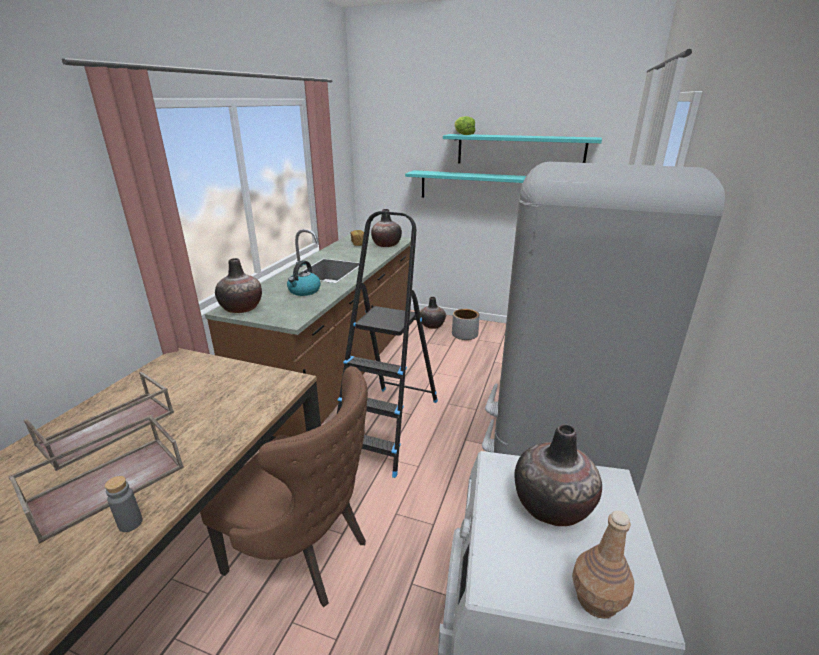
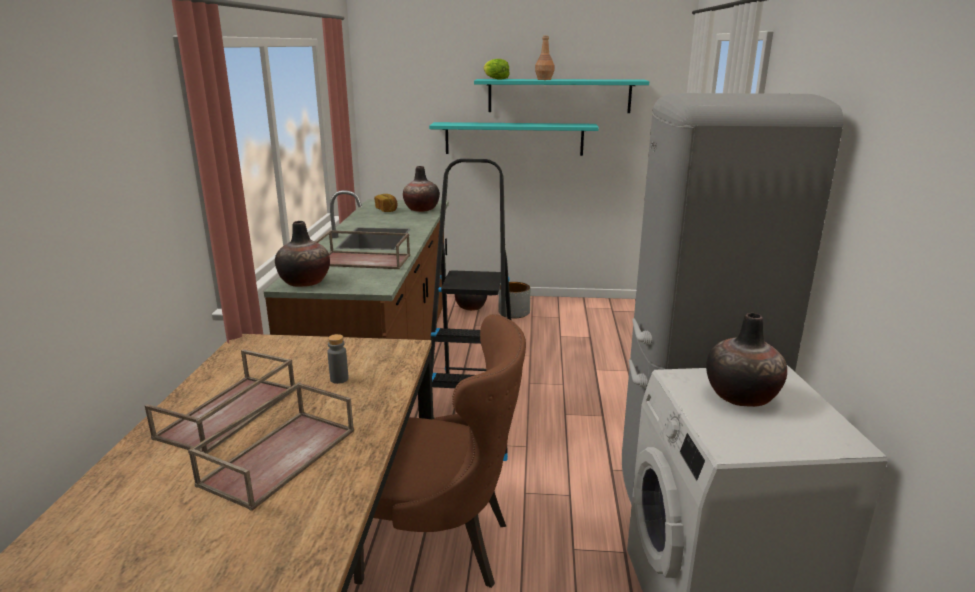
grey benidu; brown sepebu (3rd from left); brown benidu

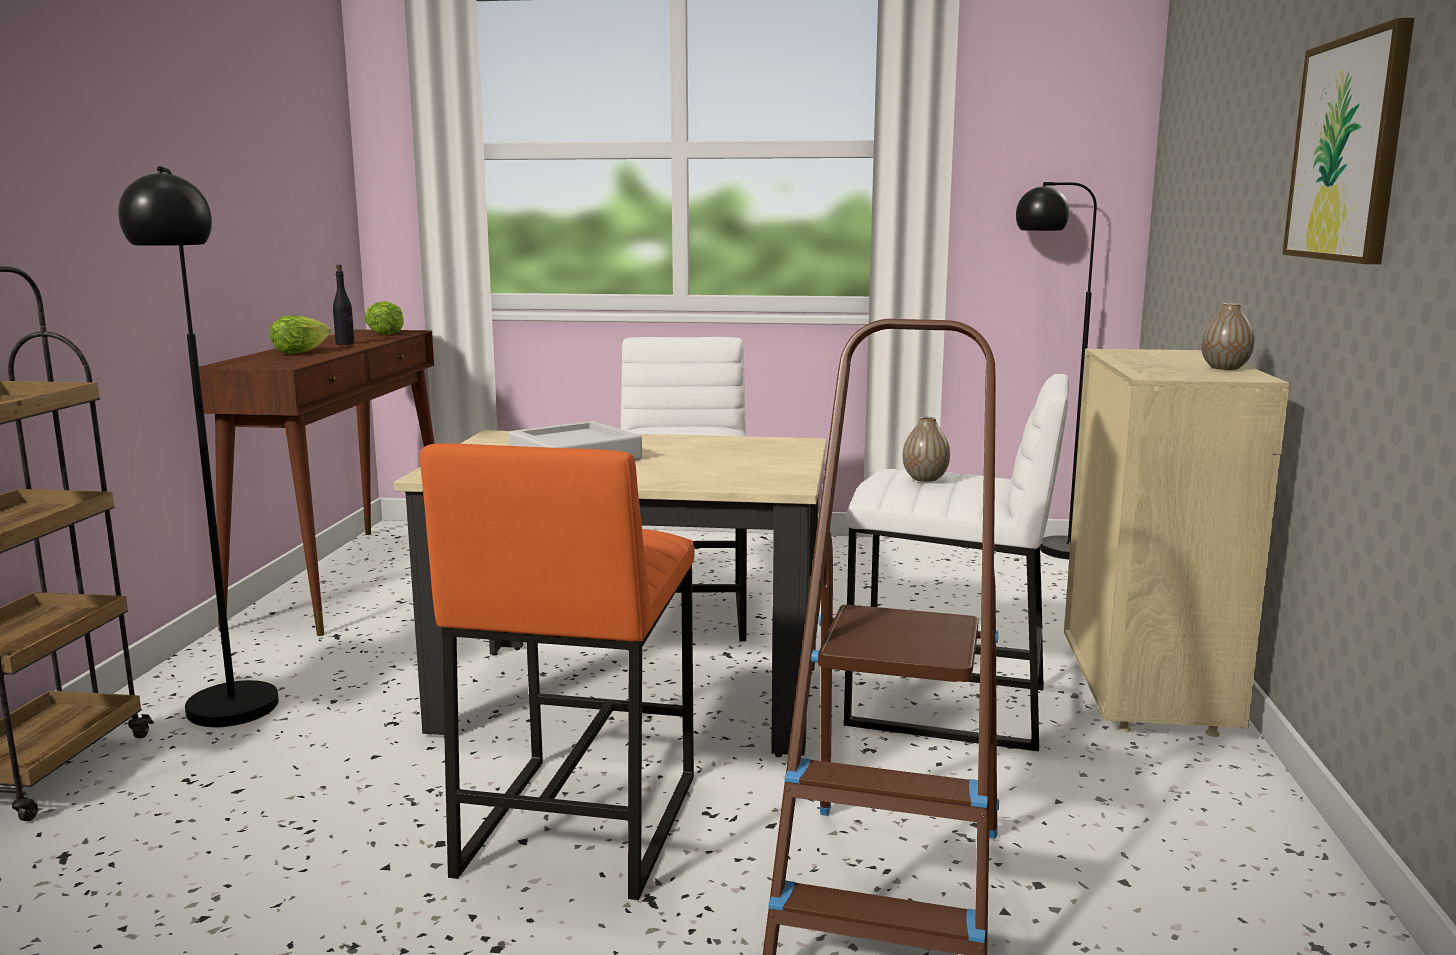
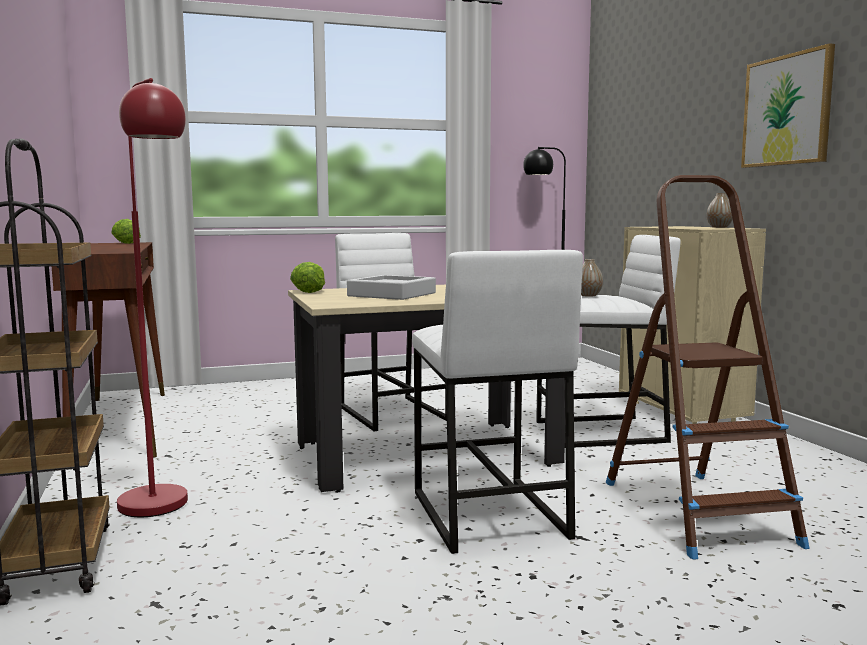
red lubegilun; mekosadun (2nd from left); black benidu; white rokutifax (2nd from left)

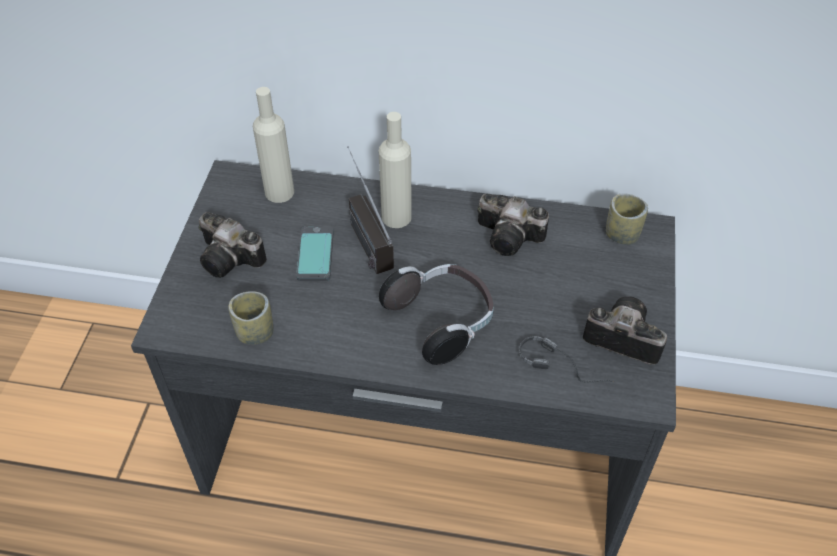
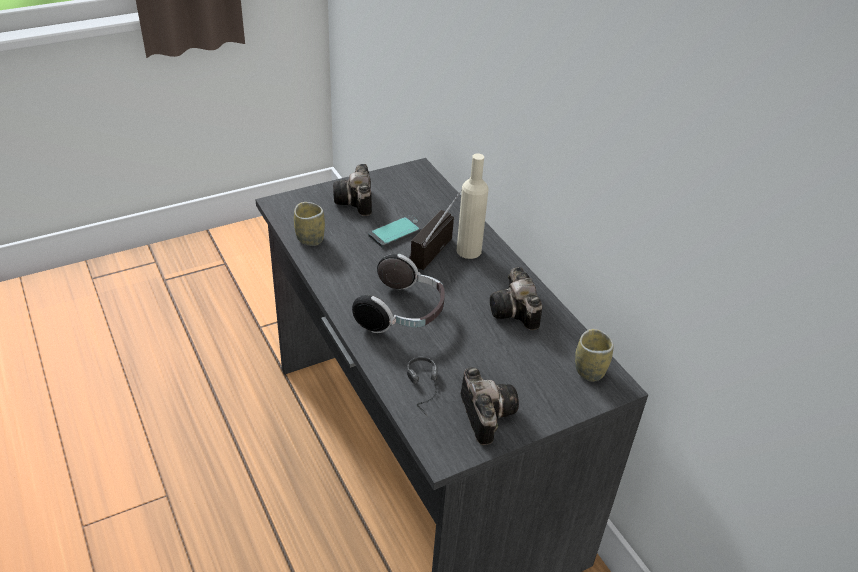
beige benidu (1st from left in the first image)

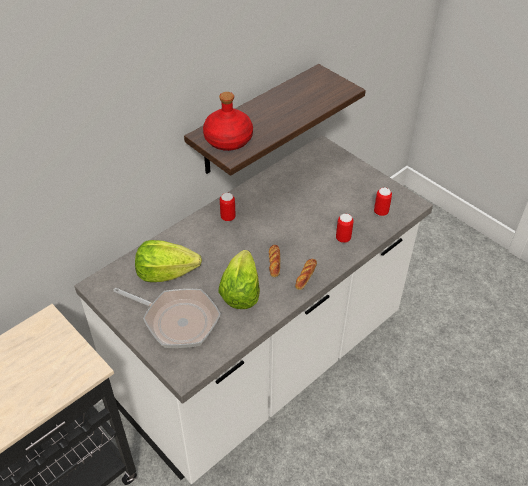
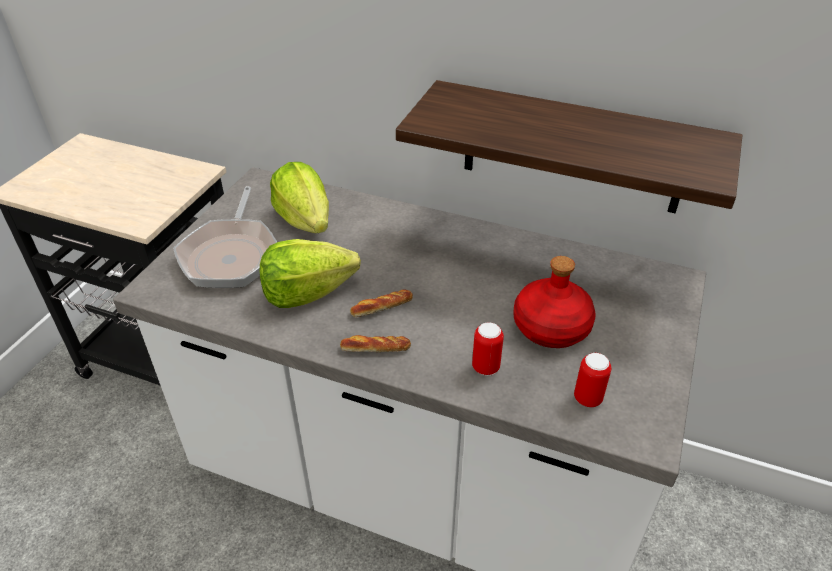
red benidu; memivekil (1st from left in the first image)

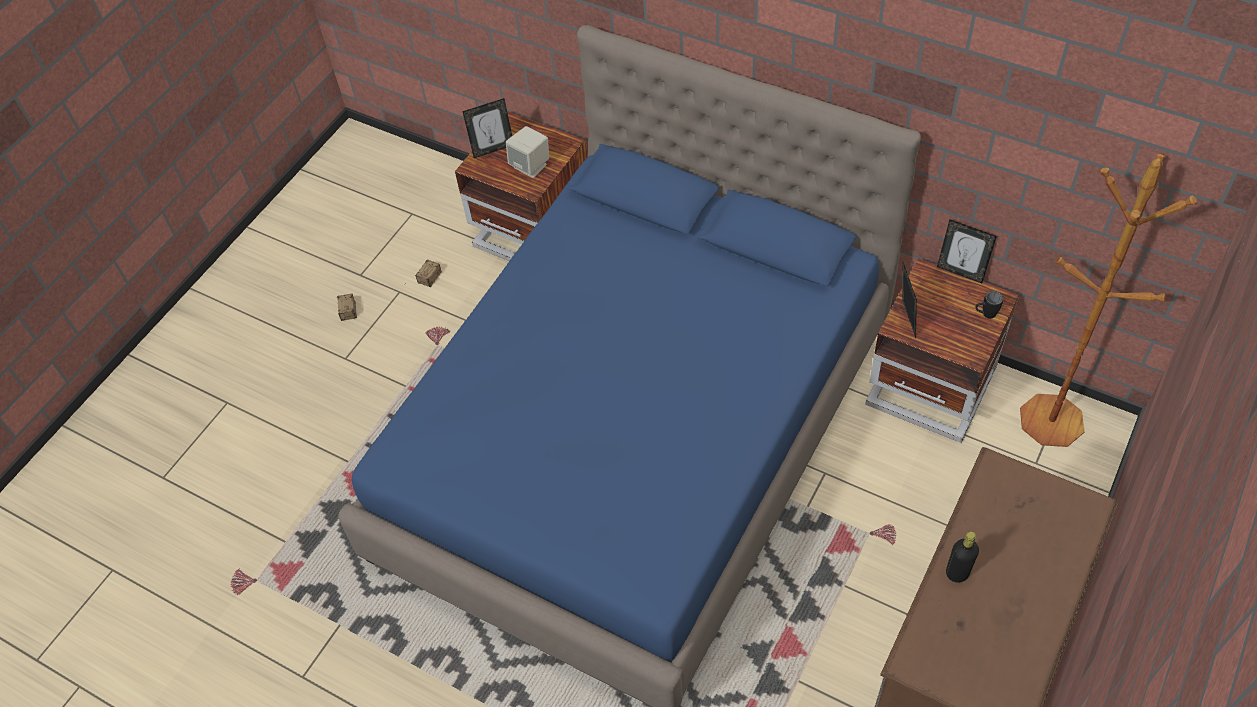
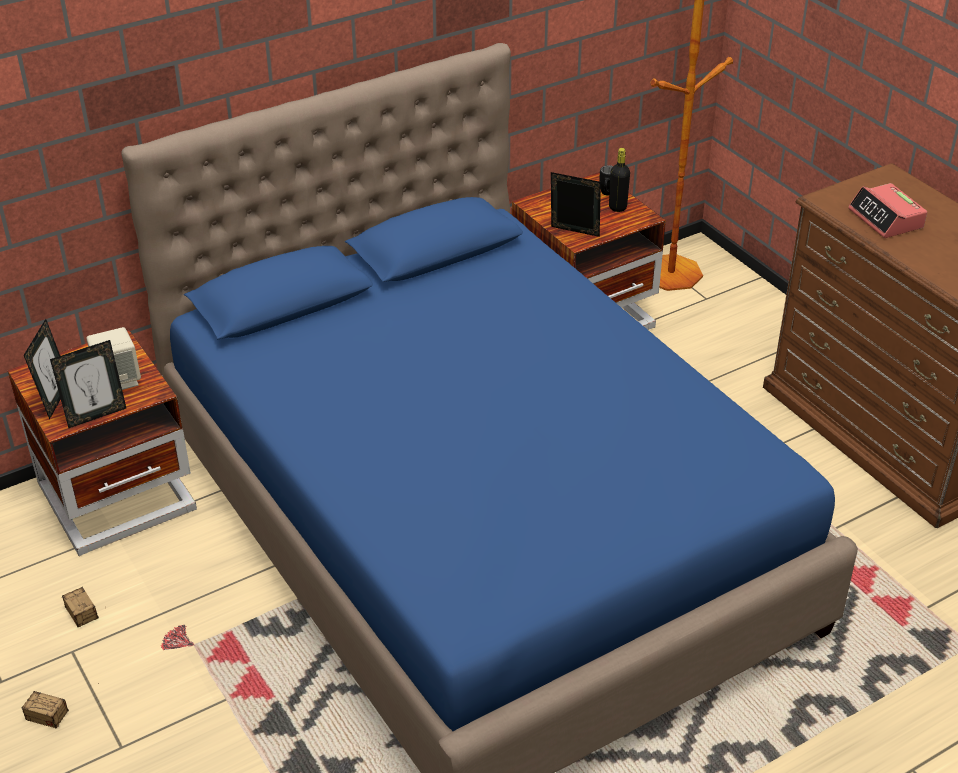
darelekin (2nd from left); black benidu; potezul

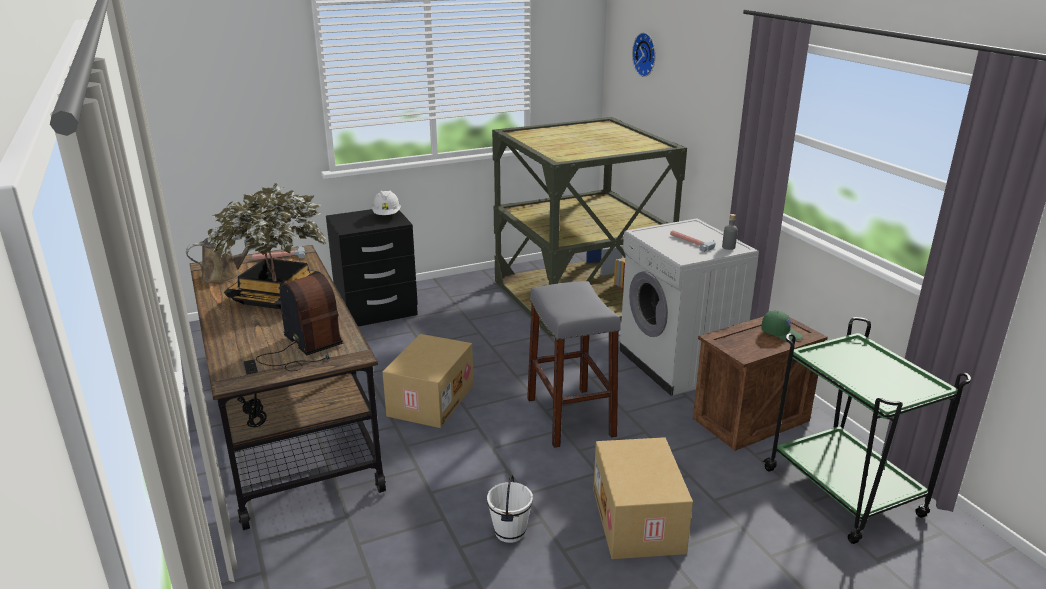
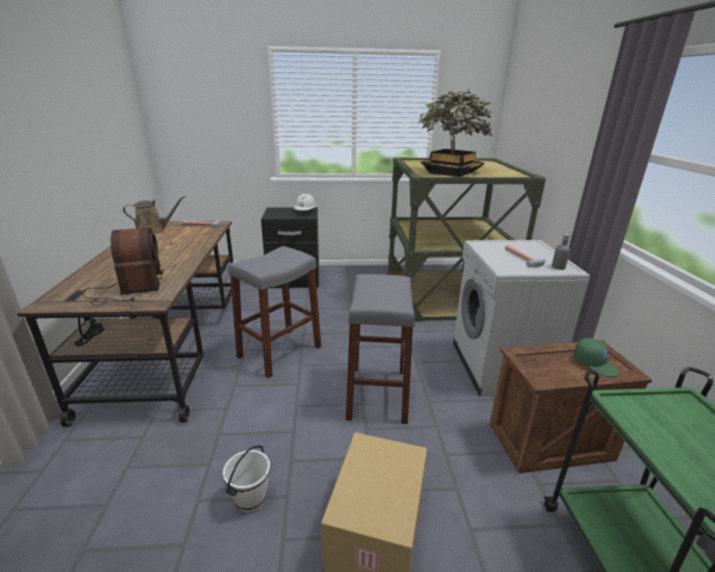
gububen; grey rokutifax (1st from left); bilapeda

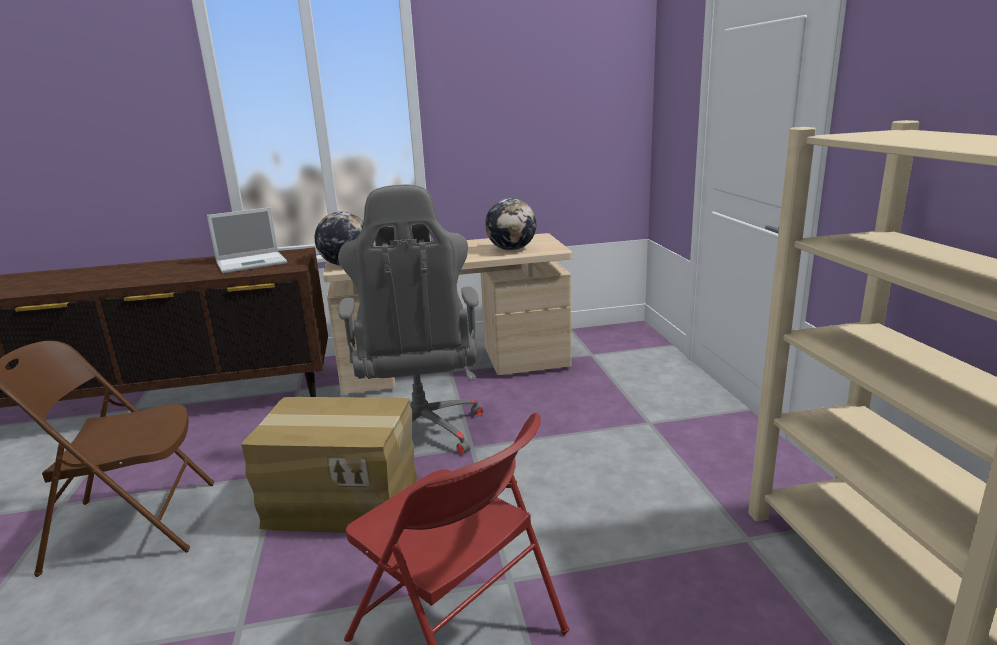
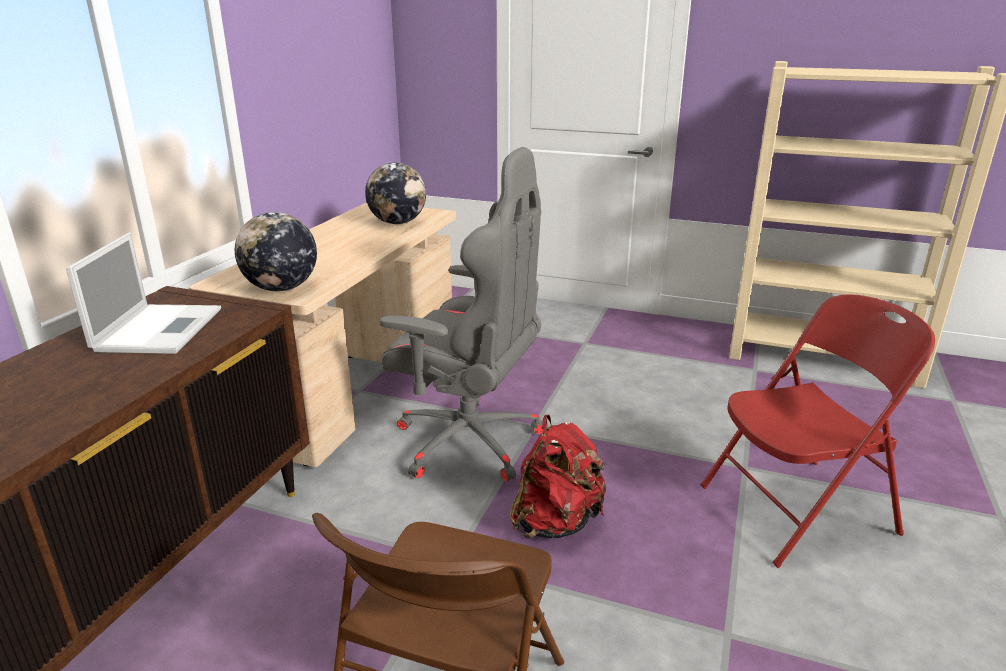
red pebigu

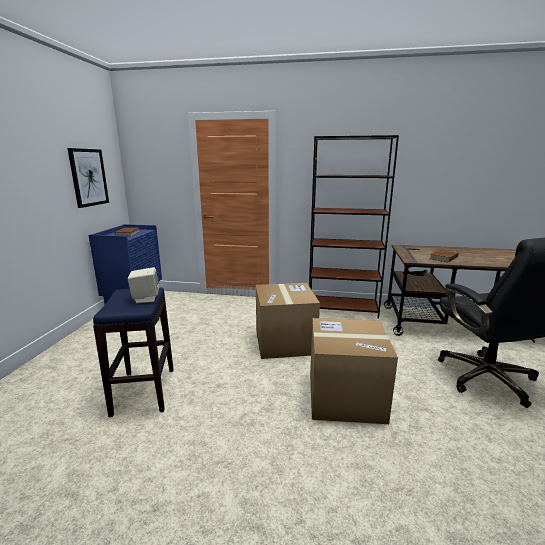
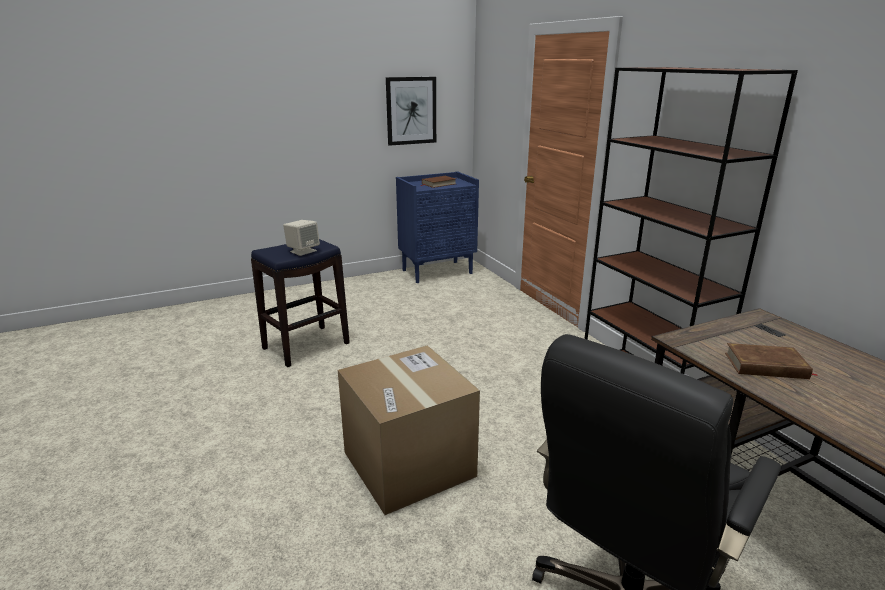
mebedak (1st from left in the first image)

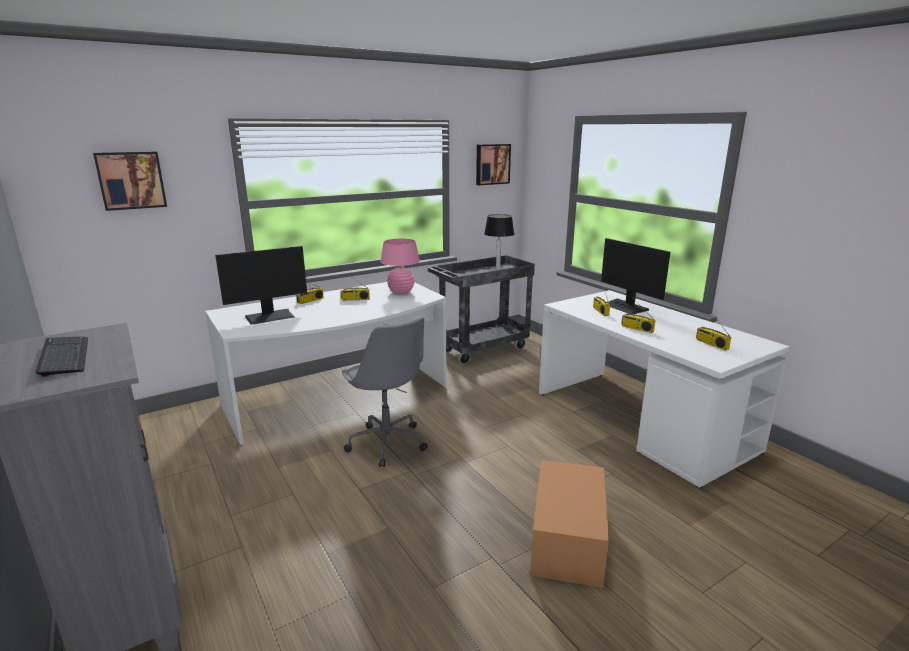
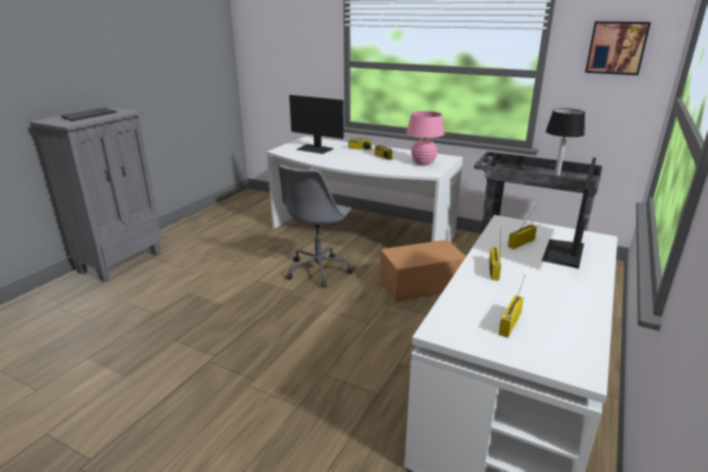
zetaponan (1st from left in the first image); mebedak

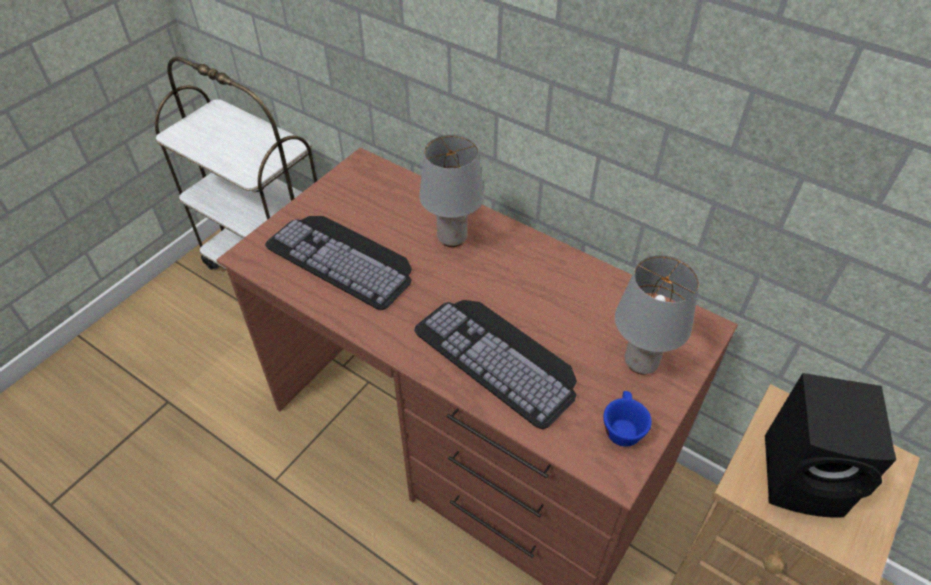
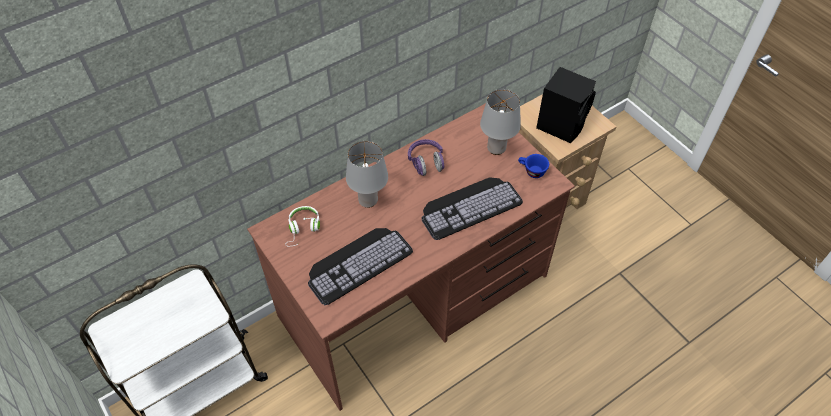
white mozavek; purple mozavek

